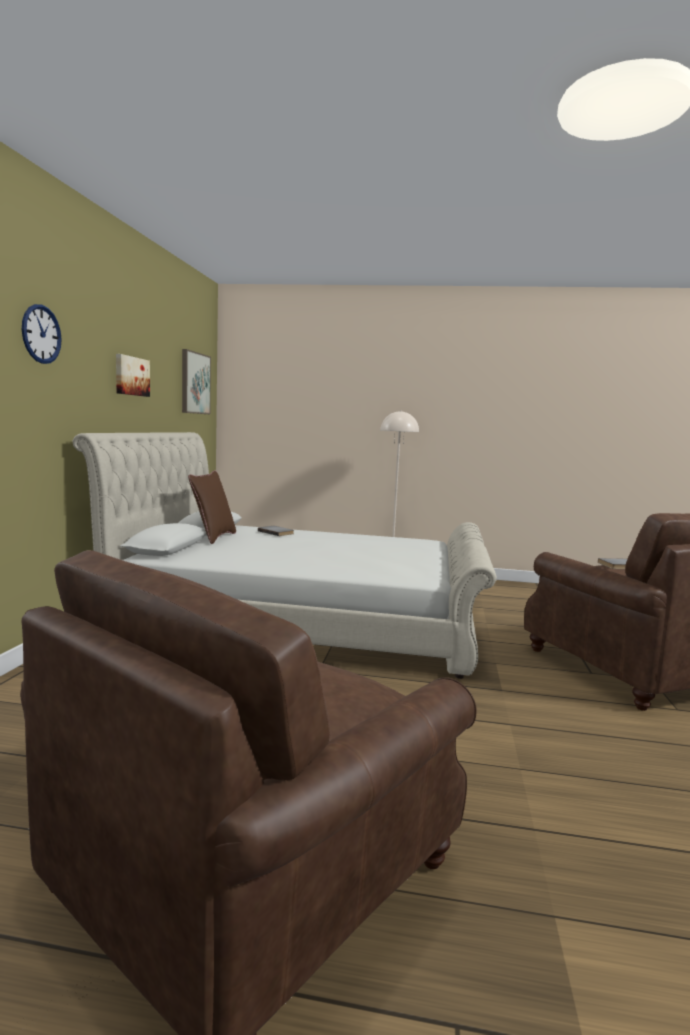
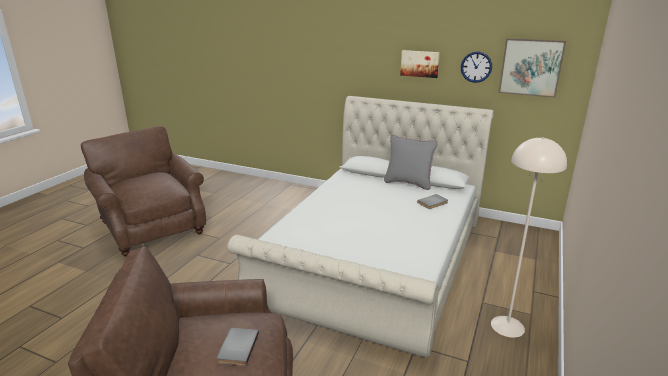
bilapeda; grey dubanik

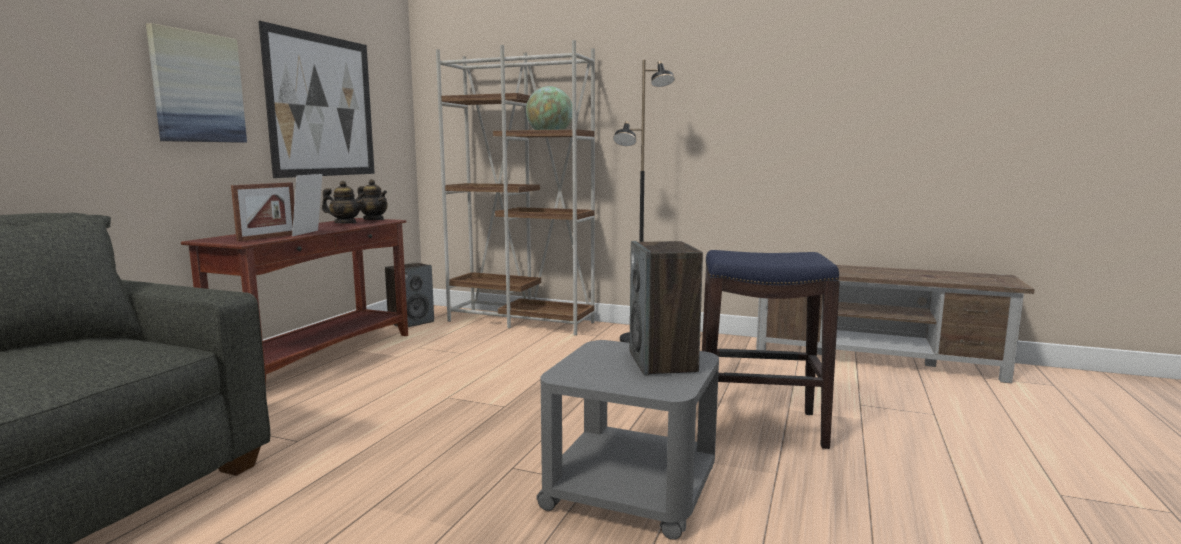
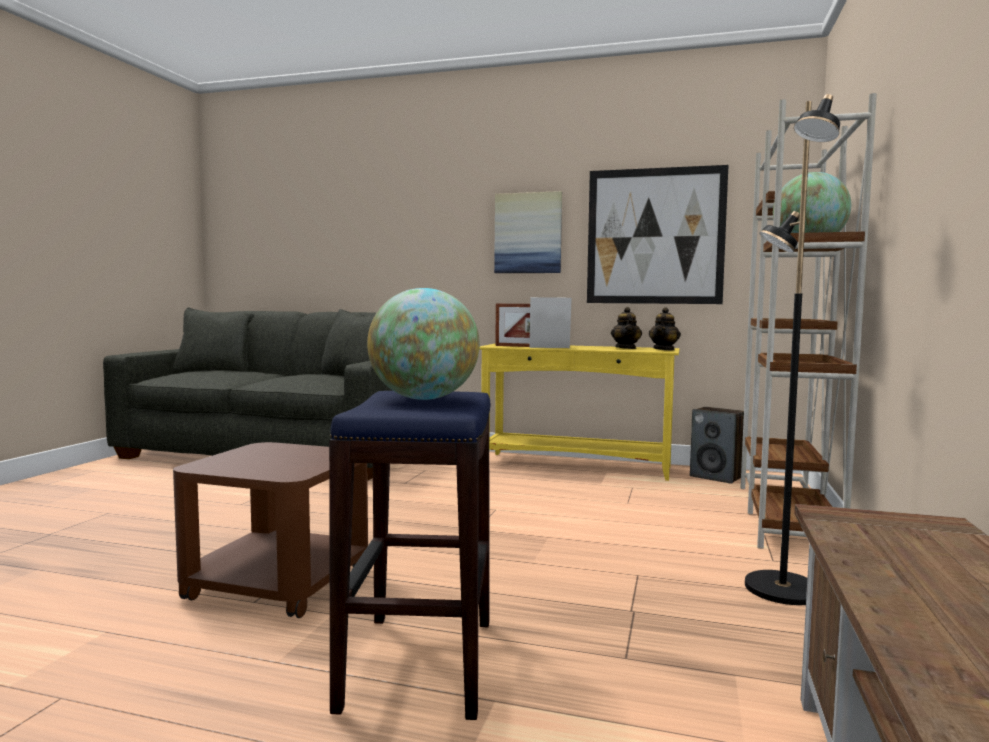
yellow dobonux; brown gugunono; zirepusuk (2nd from left in the first image); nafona (1st from left)

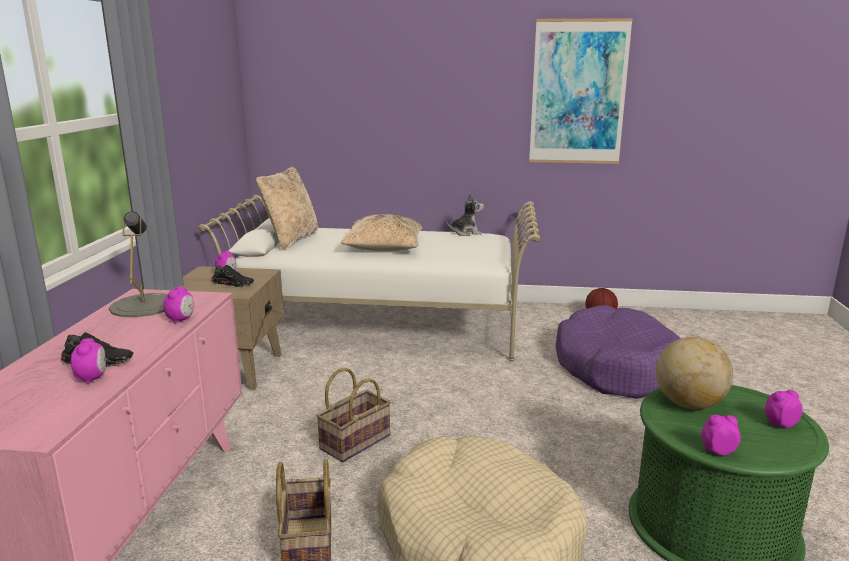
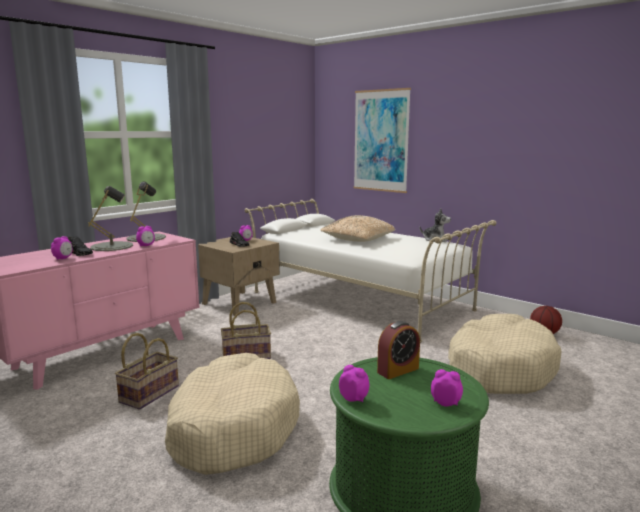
beige dubanik (1st from left in the first image); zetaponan; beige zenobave (2nd from left); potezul (5th from left); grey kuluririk (1st from left)

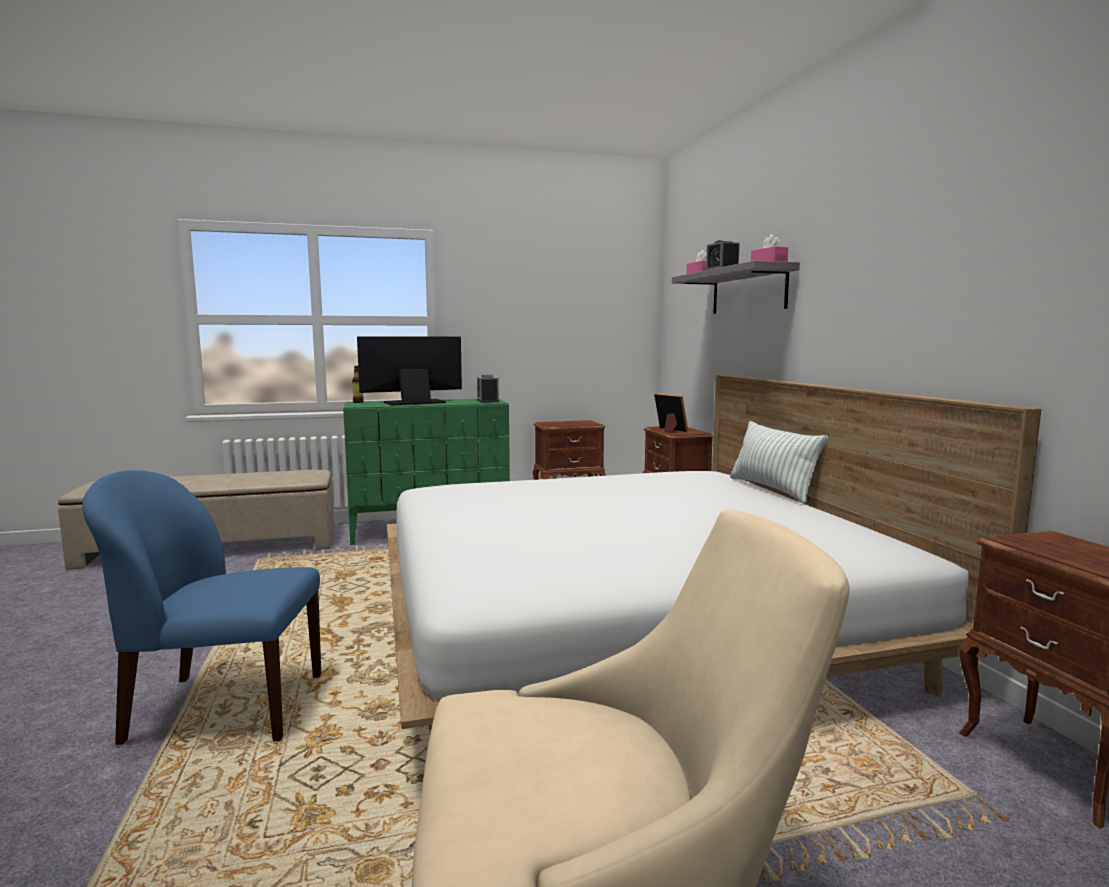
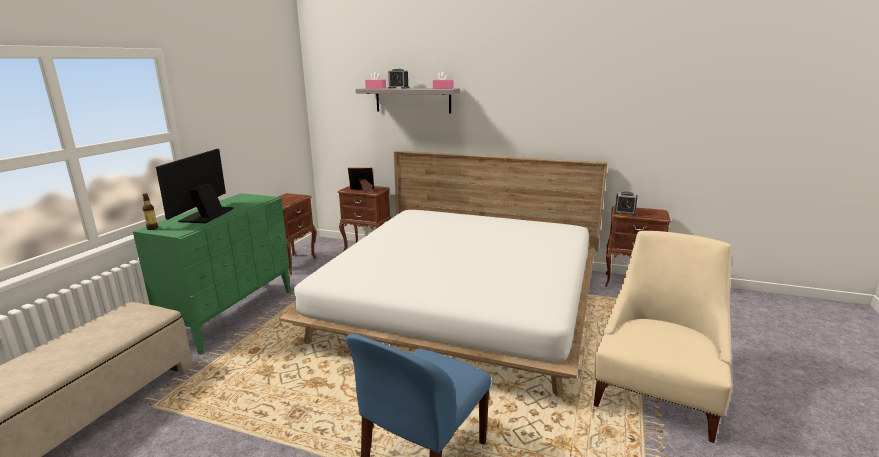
potezul (2nd from left); dubanik

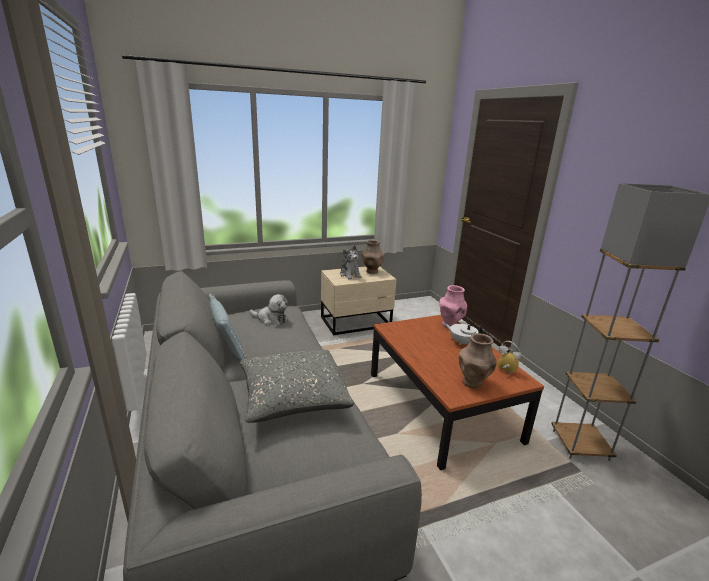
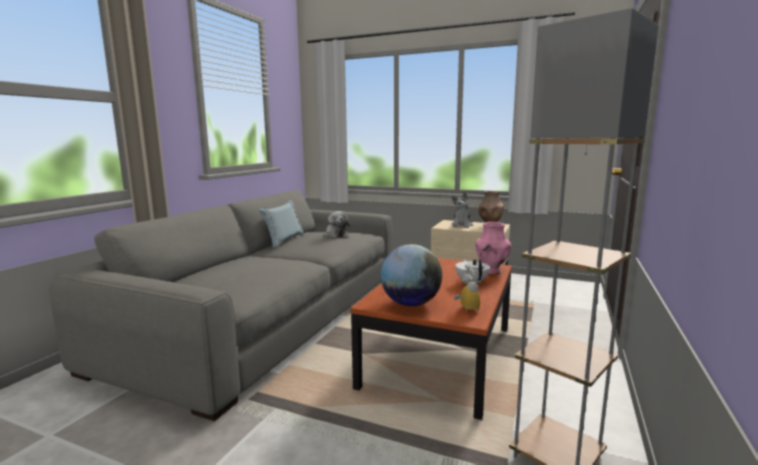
grey dubanik; nafona

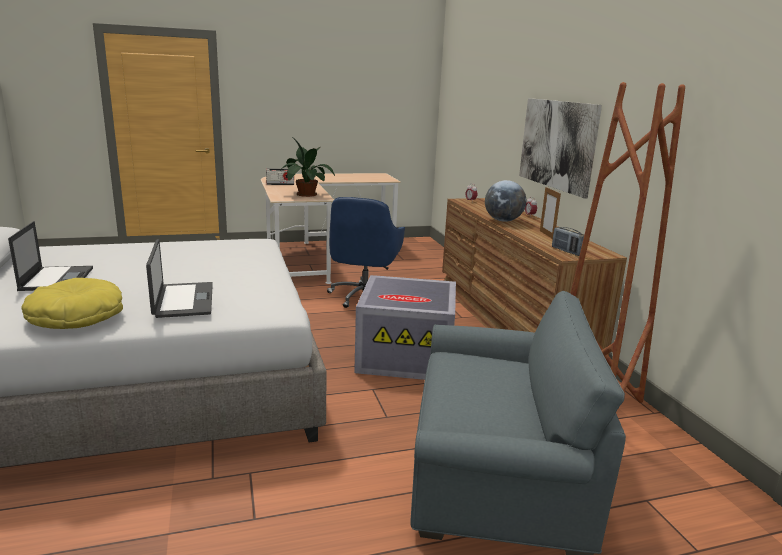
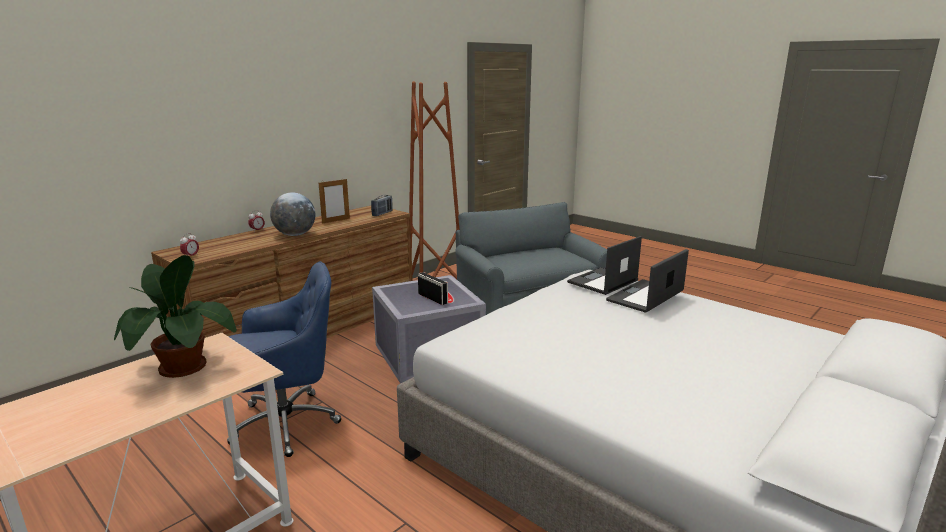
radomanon (1st from left); yellow dubanik; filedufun (2nd from left); zetaponan

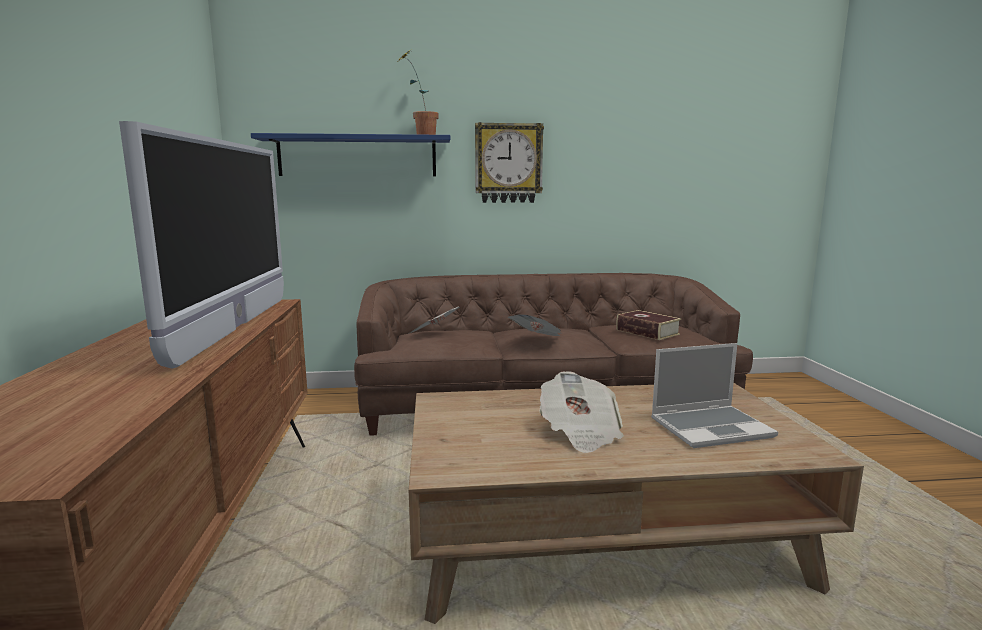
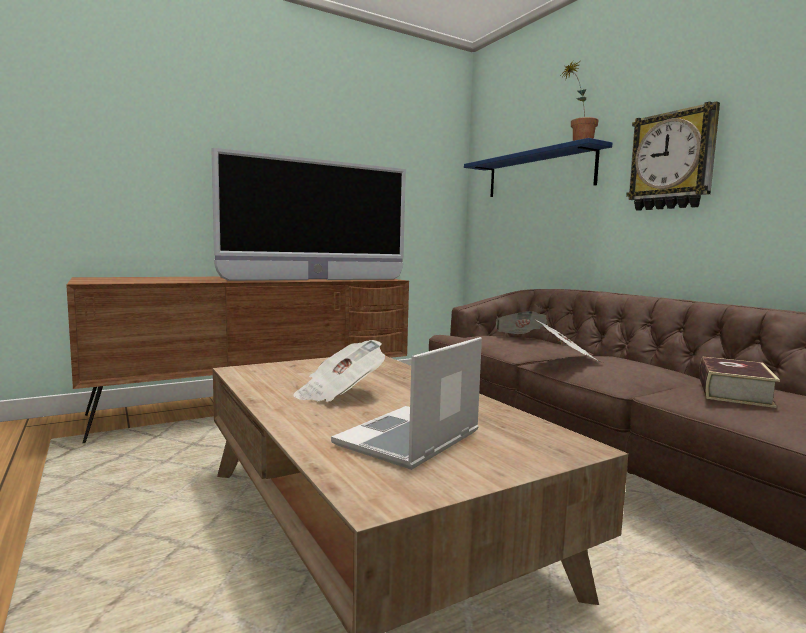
radomanon

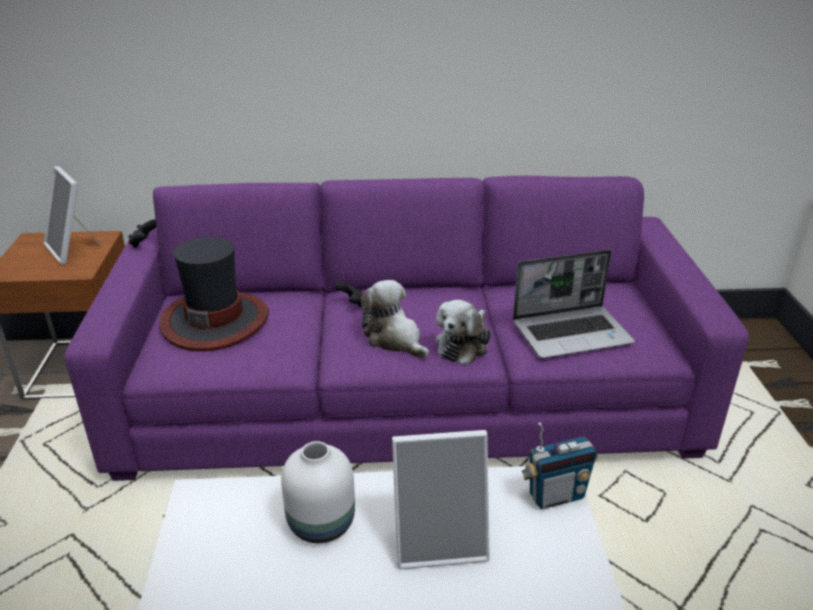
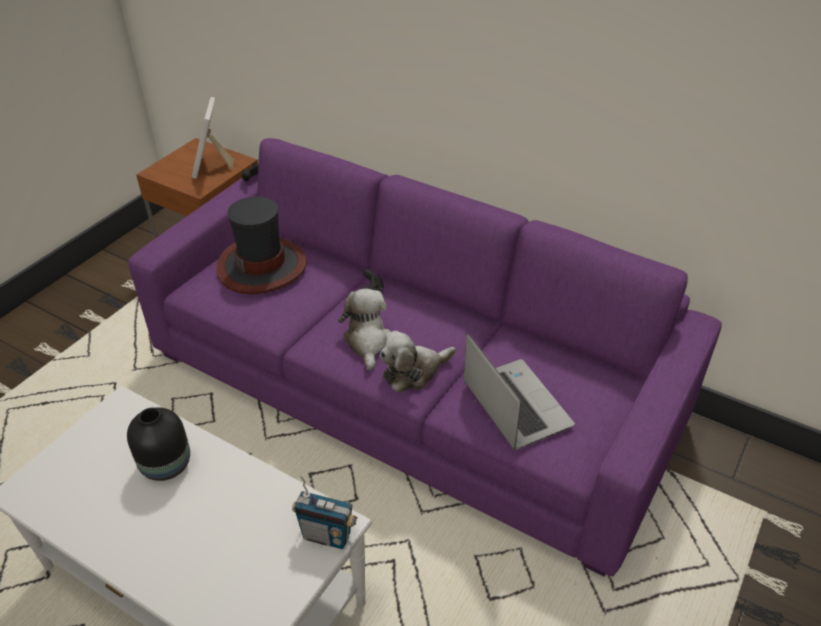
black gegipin; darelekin (2nd from left in the first image); radomanon

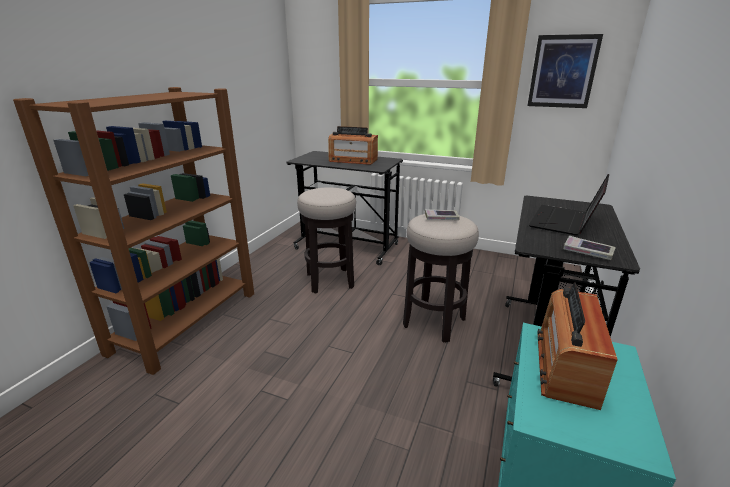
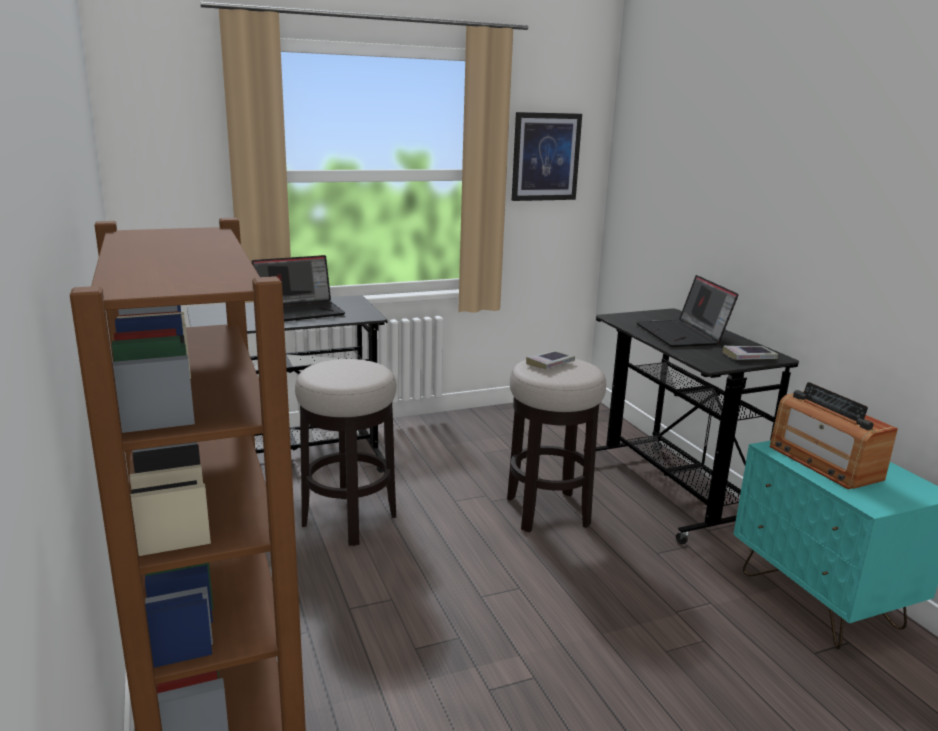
radomanon (1st from left)

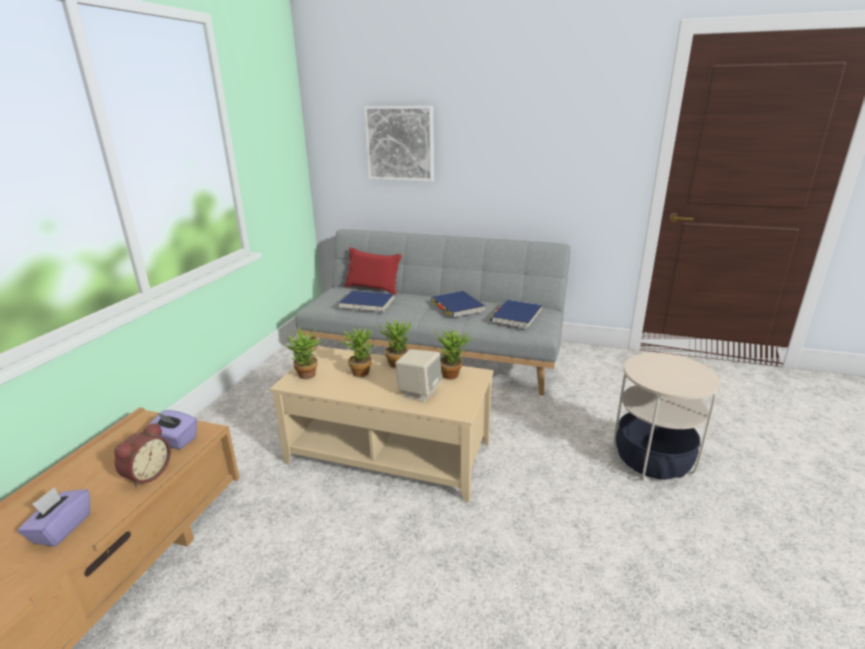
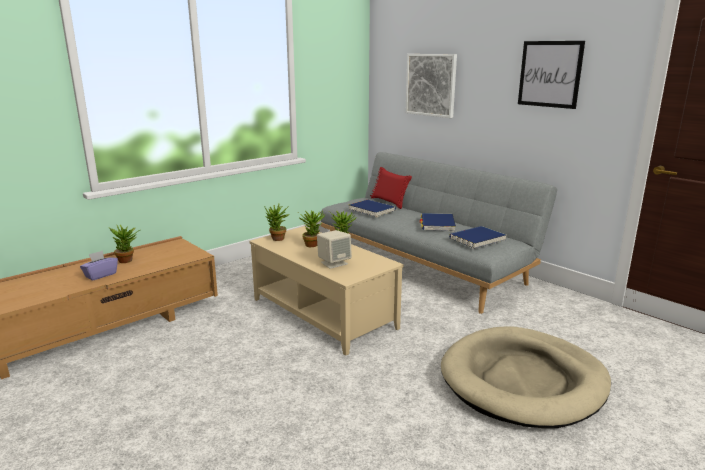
potezul; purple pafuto (2nd from left in the first image); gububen (1st from left); beige zenobave; zetaponan (2nd from left)

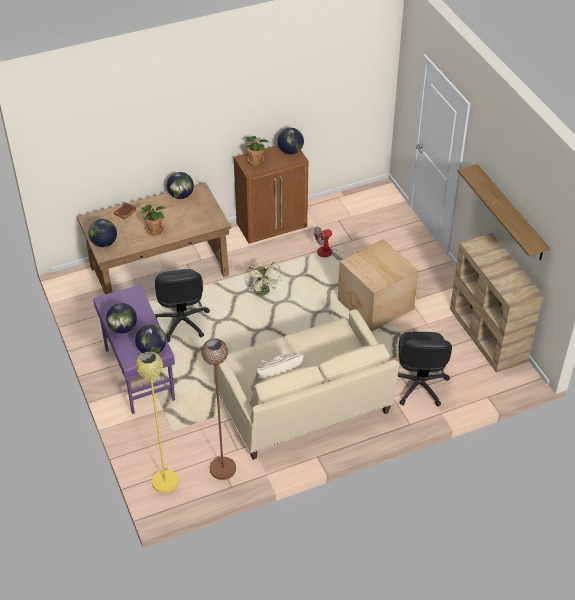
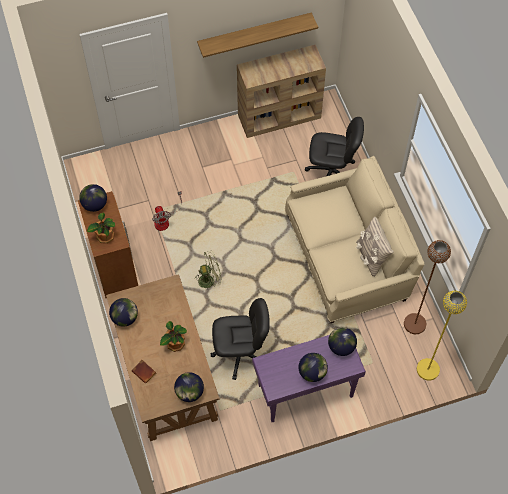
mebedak

